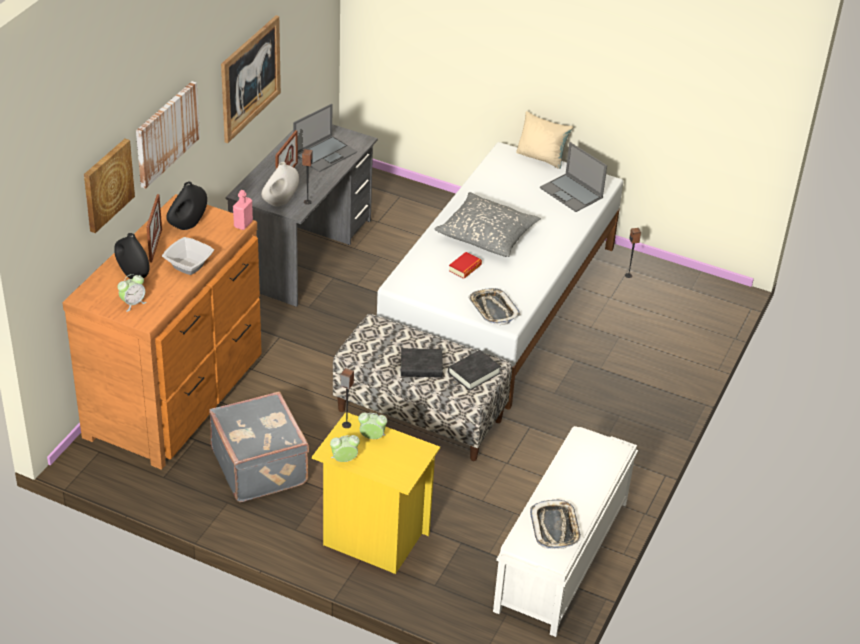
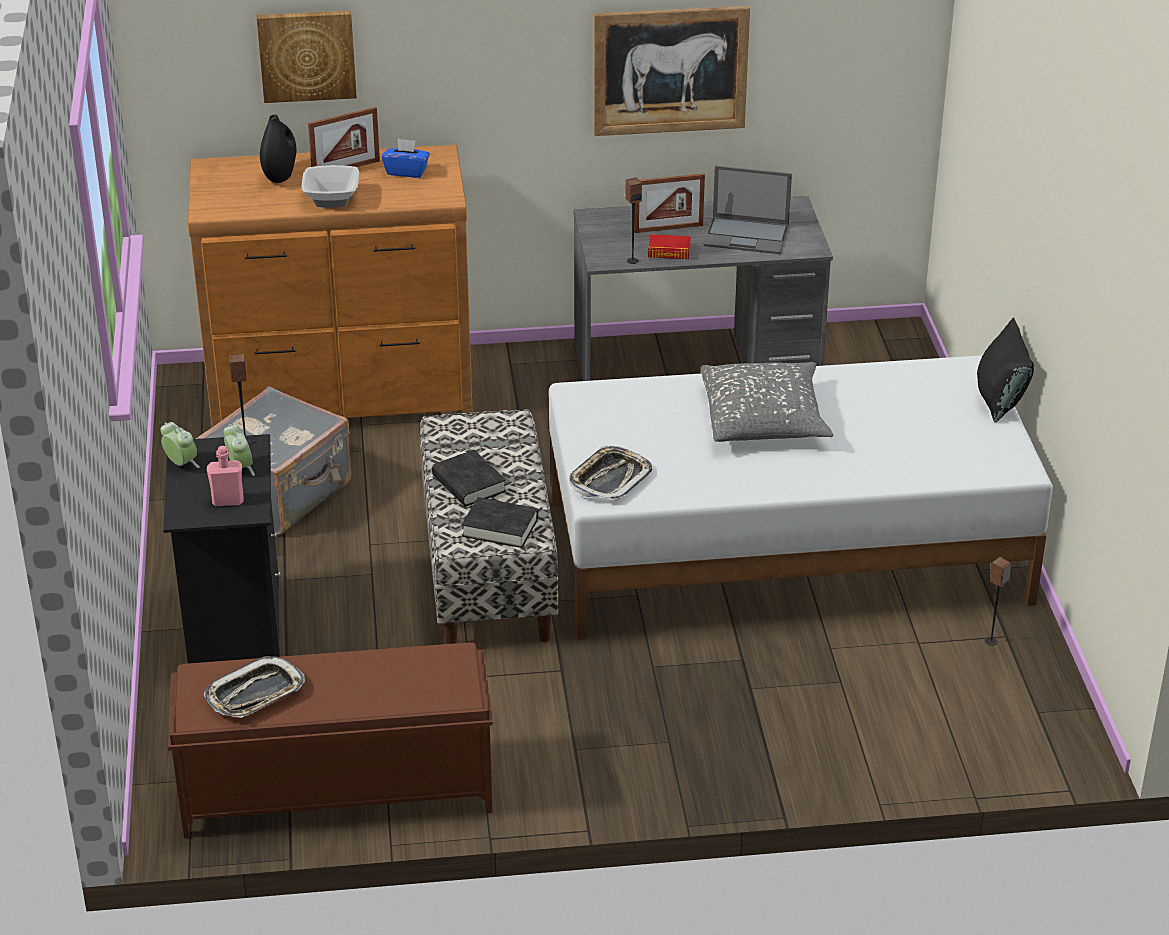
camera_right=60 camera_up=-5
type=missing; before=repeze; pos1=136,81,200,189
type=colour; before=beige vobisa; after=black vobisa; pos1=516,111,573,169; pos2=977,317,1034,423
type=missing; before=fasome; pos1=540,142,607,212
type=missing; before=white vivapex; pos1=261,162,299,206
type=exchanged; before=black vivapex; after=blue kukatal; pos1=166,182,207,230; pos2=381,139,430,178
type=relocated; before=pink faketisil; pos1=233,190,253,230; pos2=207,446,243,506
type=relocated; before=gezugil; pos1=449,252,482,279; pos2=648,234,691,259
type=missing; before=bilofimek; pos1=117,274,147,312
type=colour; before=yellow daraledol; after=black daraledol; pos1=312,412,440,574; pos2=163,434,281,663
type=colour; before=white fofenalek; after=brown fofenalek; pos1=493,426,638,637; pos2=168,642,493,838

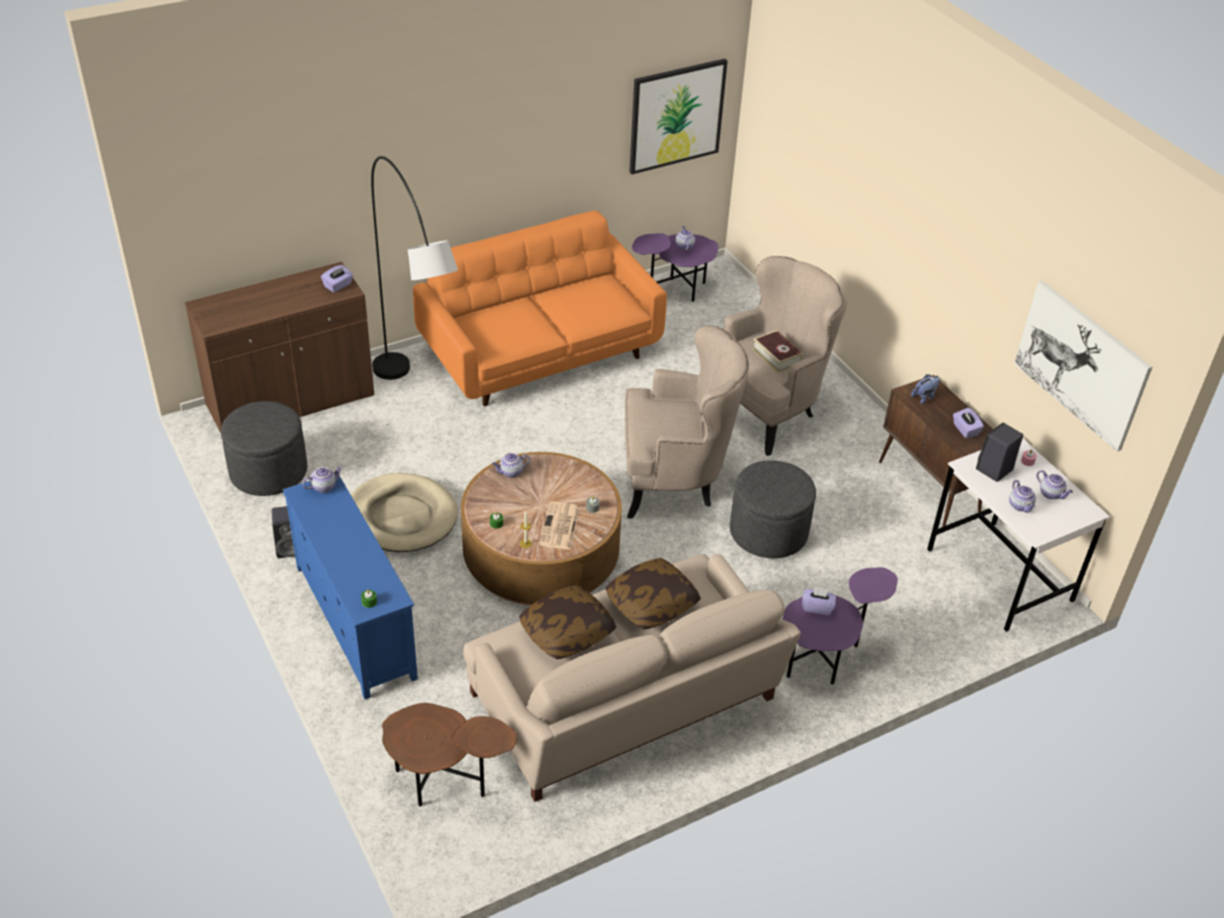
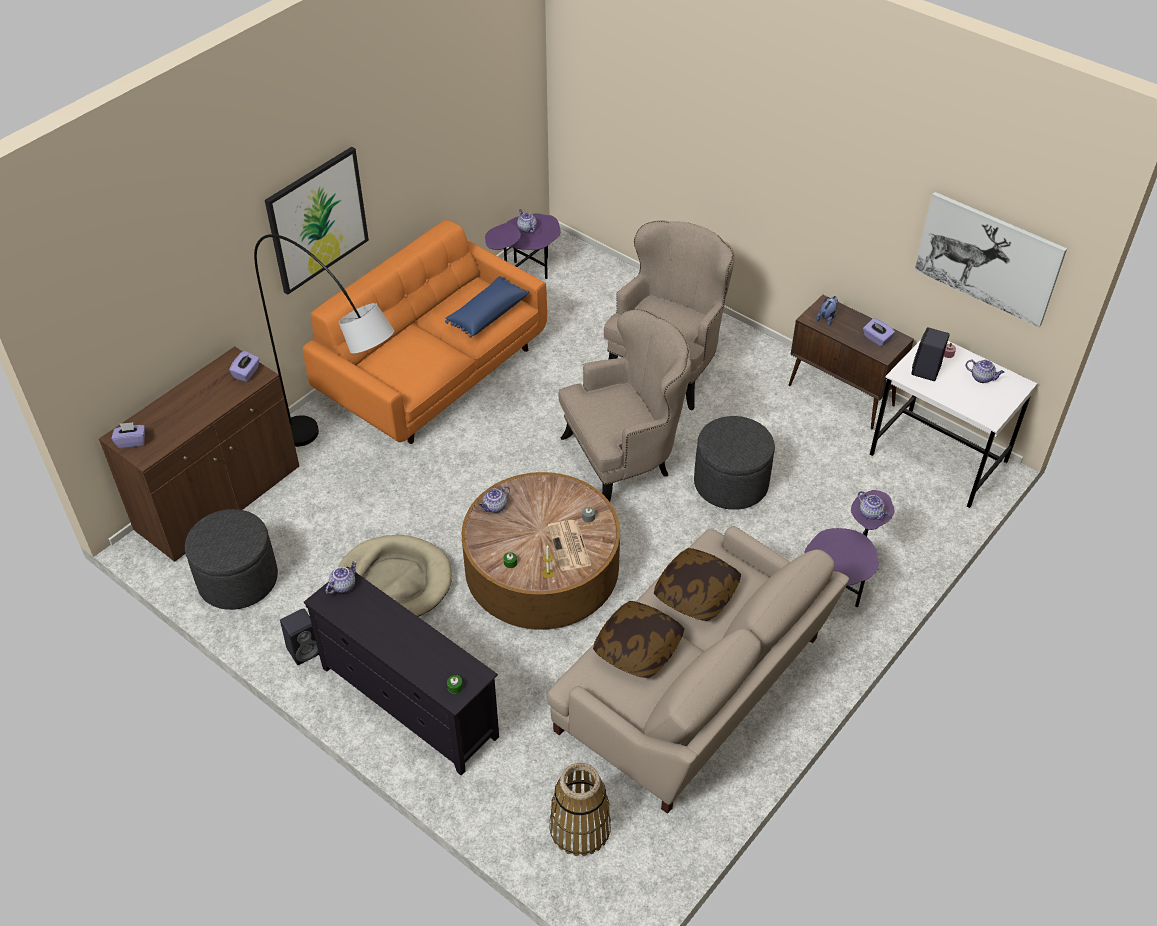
camera_right=-20 camera_up=5
type=relocated; before=repeze; pos1=629,59,727,174; pos2=265,147,369,295
type=missing; before=gezugil; pos1=752,330,803,373
type=colour; before=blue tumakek; after=black tumakek; pos1=283,476,418,699; pos2=304,566,499,775
type=relocated; before=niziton; pos1=1009,480,1036,513; pos2=858,491,889,520
type=relocated; before=purple kukatal; pos1=802,586,836,616; pos2=111,422,145,448
type=exchanged; before=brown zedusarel; after=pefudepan; pos1=382,703,517,807; pos2=549,763,611,856
type=appeared; after=blue vobisa; pos2=445,276,529,338

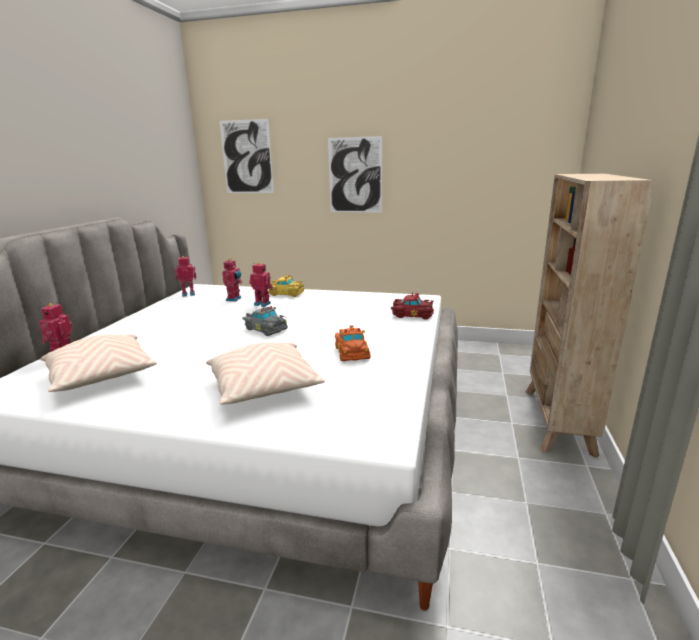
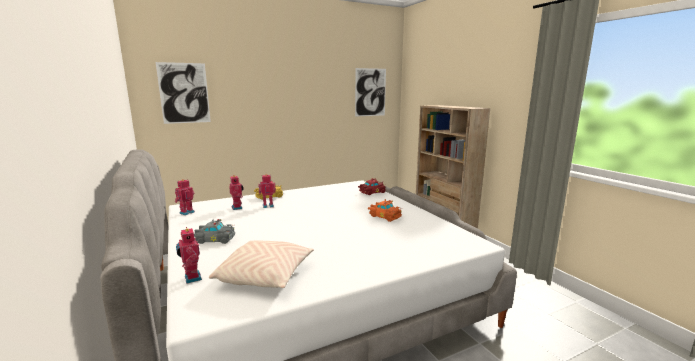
camera_right=-40 camera_up=-5
type=relocated; before=repeze; pos1=328,136,382,212; pos2=355,68,386,117
type=relocated; before=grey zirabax; pos1=242,305,288,336; pos2=194,219,235,244
type=missing; before=beige vobisa; pos1=206,343,325,404

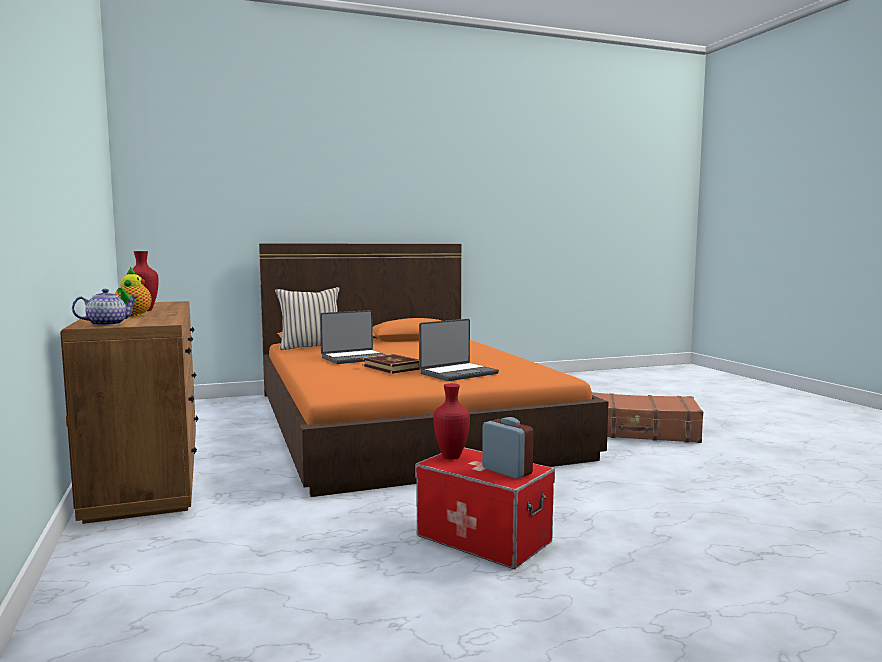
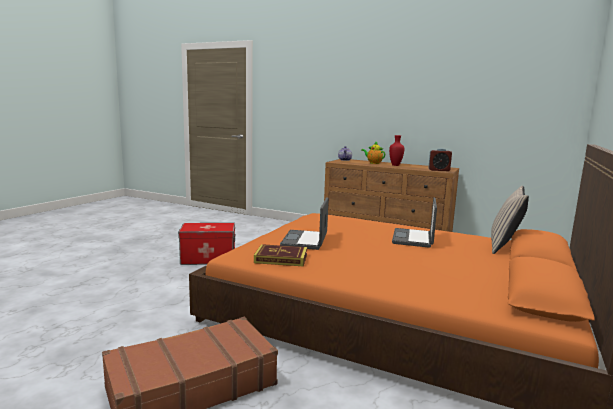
camera_right=135 camera_up=5
type=relocated; before=gezugil; pos1=362,354,420,374; pos2=254,244,307,266
type=missing; before=red vivapex; pos1=433,383,470,459
type=relocated; before=bilofimek; pos1=482,417,533,479; pos2=428,148,452,171

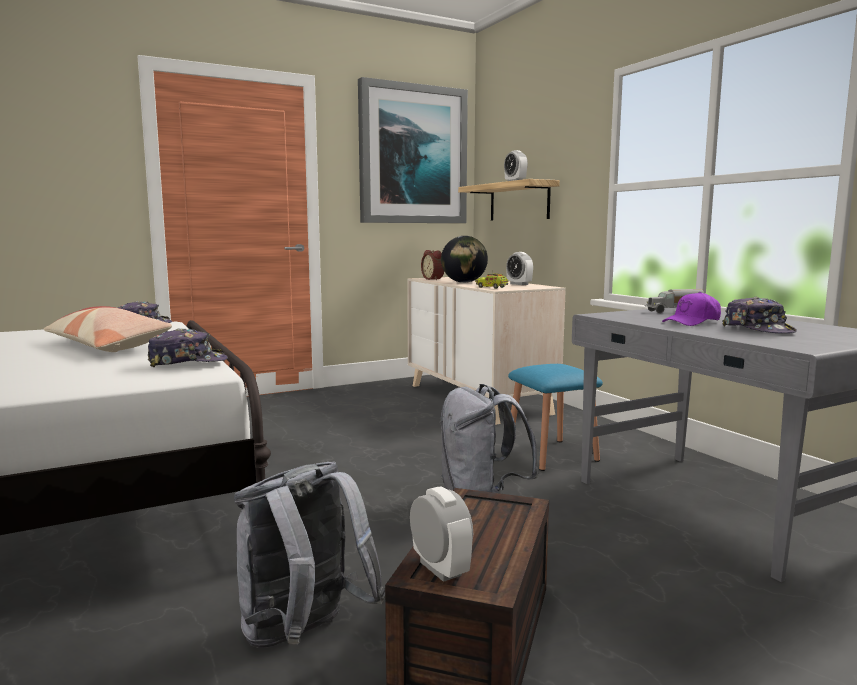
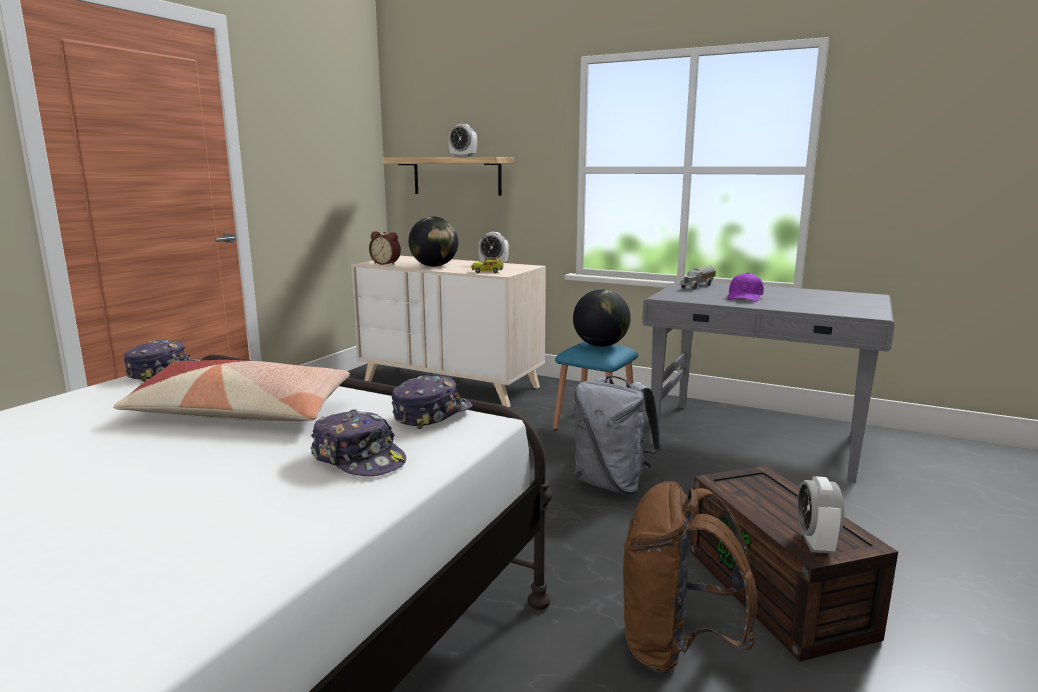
camera_right=-35 camera_up=5
type=missing; before=repeze; pos1=358,77,468,223
type=relocated; before=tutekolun; pos1=722,297,797,333; pos2=311,409,406,476
type=colour; before=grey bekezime; after=brown bekezime; pos1=234,462,385,648; pos2=623,481,757,674
type=spun; before=bilofimek; pos1=410,486,473,582; pos2=797,476,844,553; turn=-105
type=appeared; after=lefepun; pos2=573,290,631,347

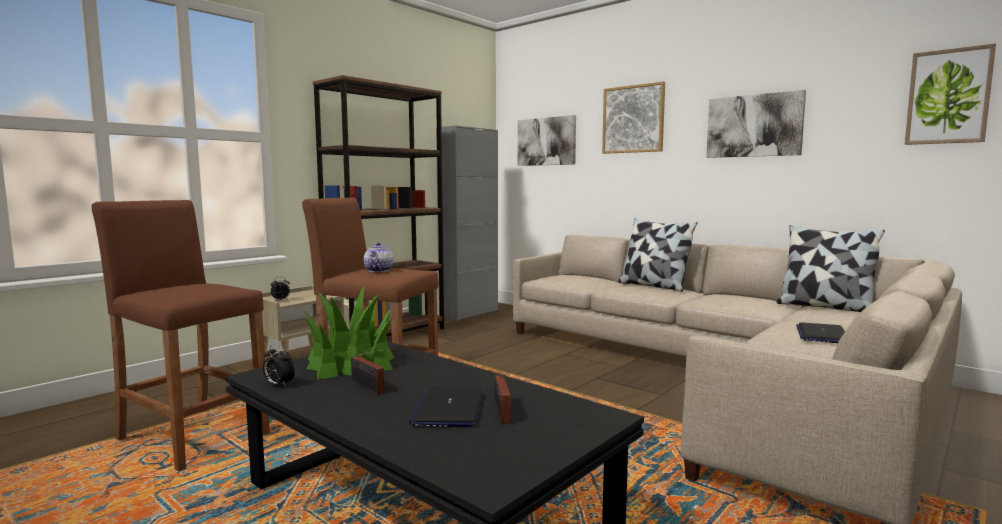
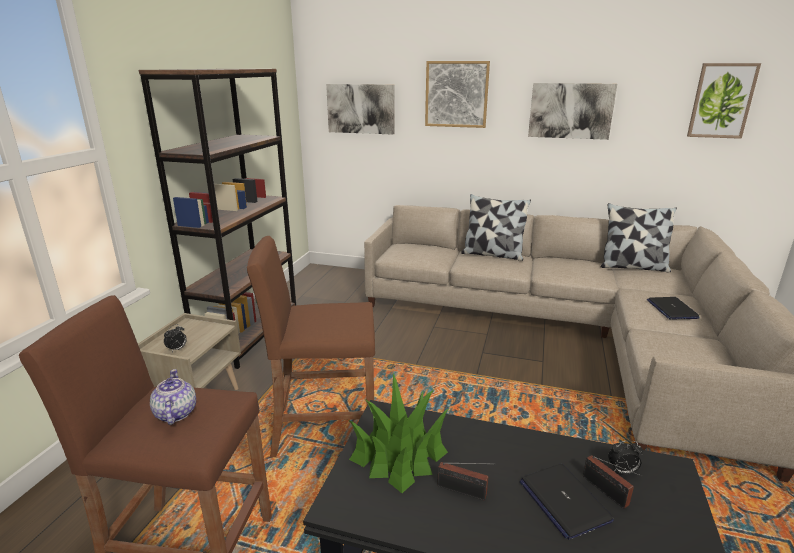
camera_right=-25 camera_up=15
type=missing; before=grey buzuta; pos1=436,125,498,321
type=relocated; before=niziton; pos1=364,242,394,272; pos2=150,369,196,425
type=relocated; before=bilofimek; pos1=263,344,295,387; pos2=608,441,643,474

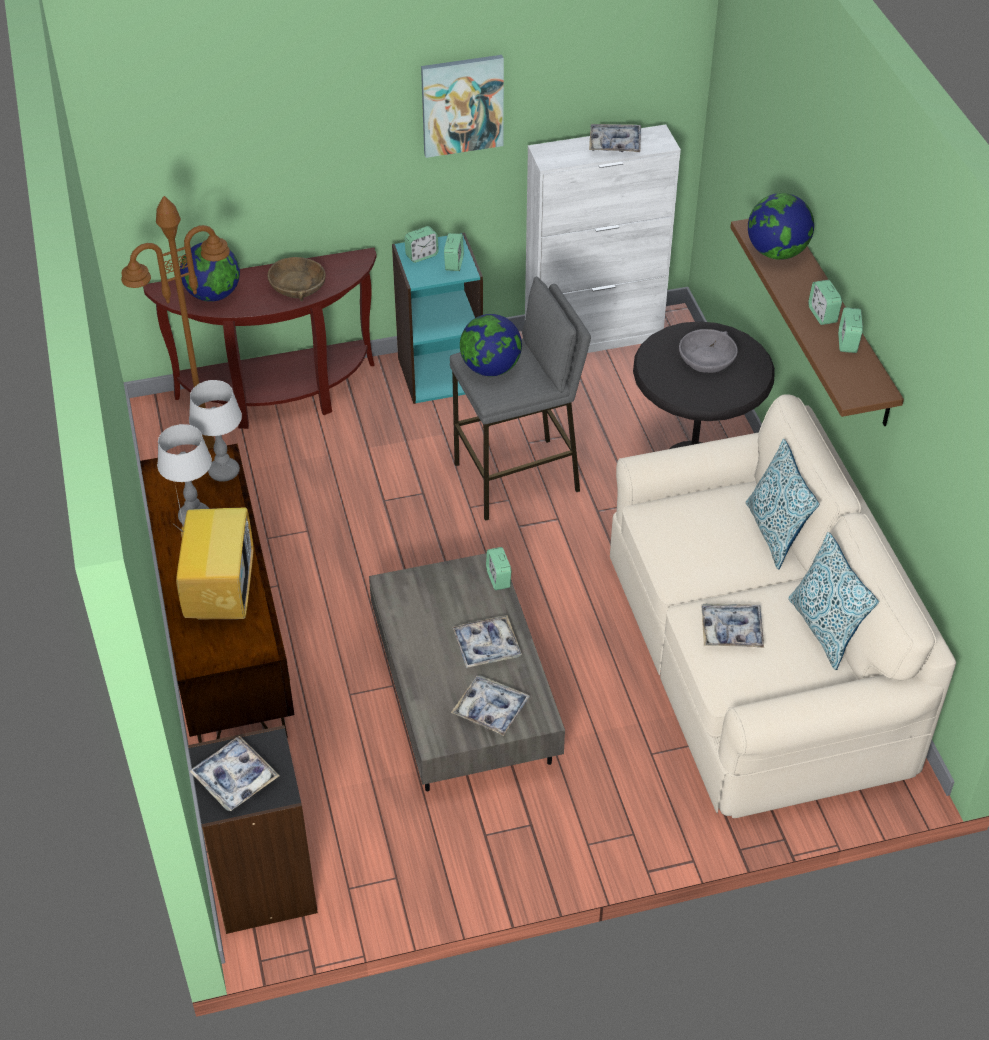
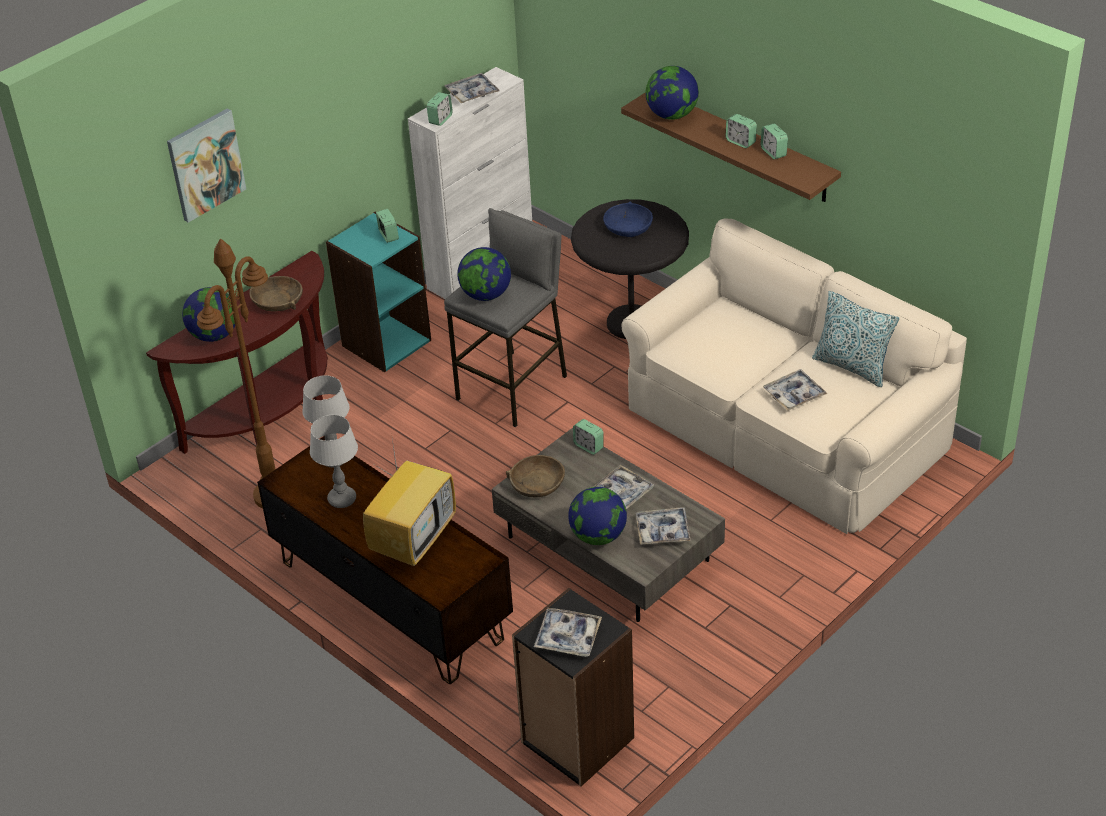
camera_right=-30 camera_up=-5
type=relocated; before=repeze; pos1=421,55,504,158; pos2=167,108,246,223
type=relocated; before=bilofimek; pos1=405,226,439,263; pos2=427,92,453,126
type=colour; before=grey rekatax; after=blue rekatax; pos1=679,329,738,373; pos2=603,201,653,237
type=missing; before=vobisa; pos1=746,439,819,570
type=spun; before=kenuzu; pos1=171,485,254,620; pos2=363,432,456,566; turn=60
type=appeared; after=brown rekatax; pos2=506,455,565,497
type=appeared; after=lefepun; pos2=568,487,627,545

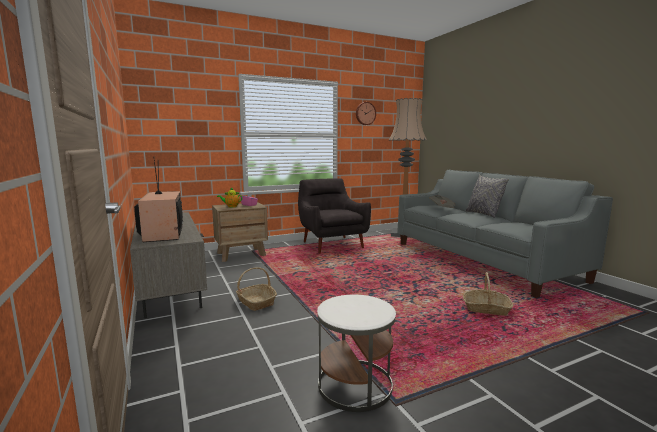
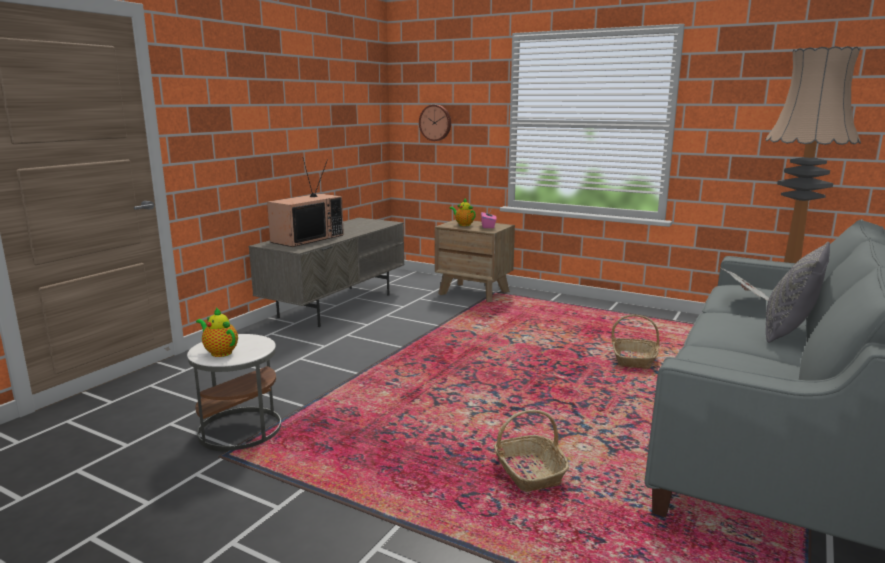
camera_right=55 camera_up=5
type=relocated; before=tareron; pos1=356,102,376,125; pos2=419,105,451,141
type=missing; before=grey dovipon; pos1=298,178,371,253
type=relocated; before=pefudepan; pos1=236,267,277,311; pos2=611,315,660,369
type=appeared; after=niziton; pos2=196,307,238,357

